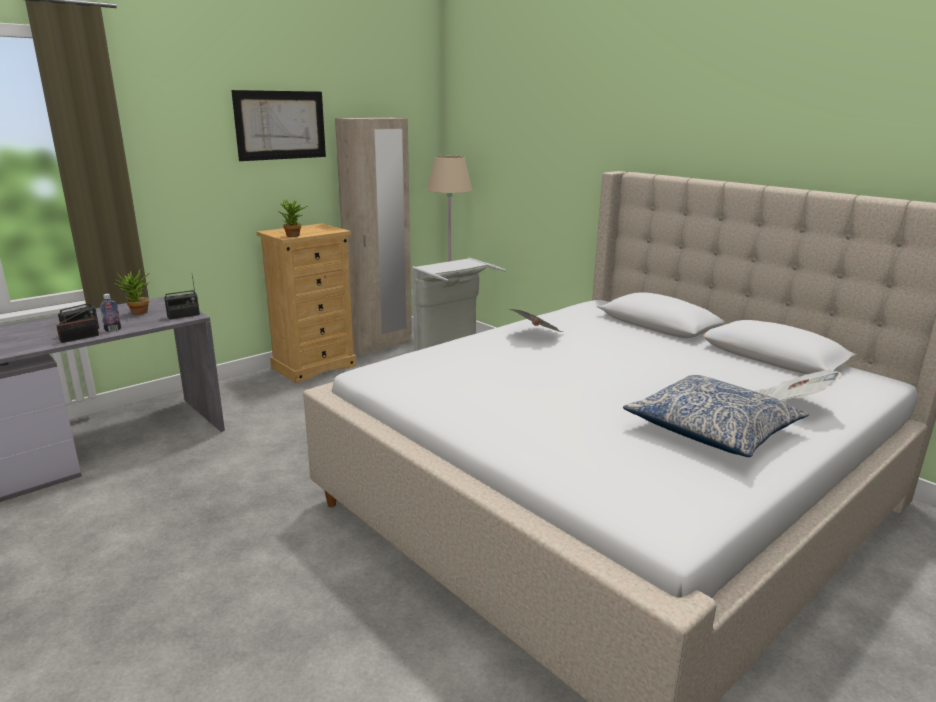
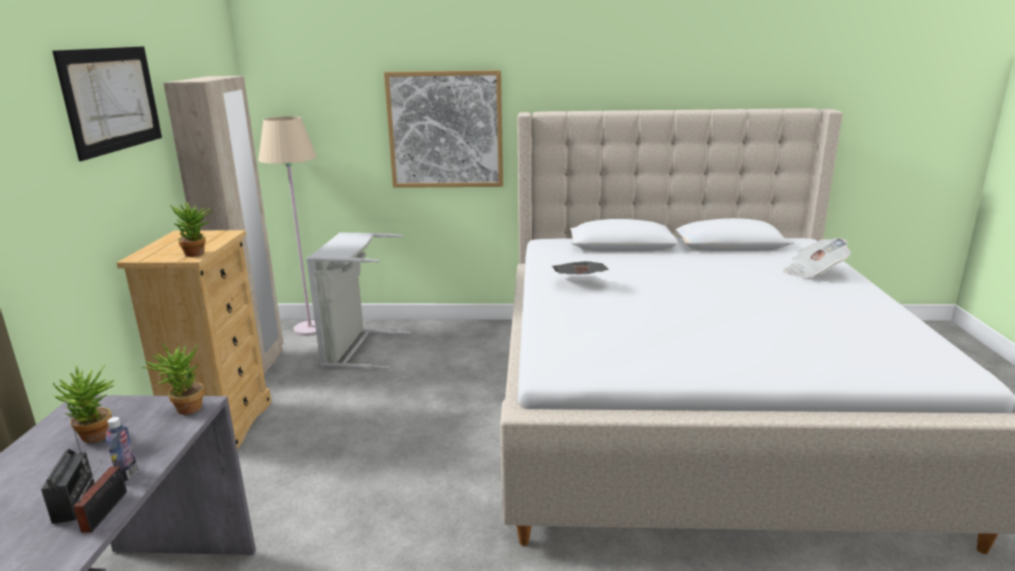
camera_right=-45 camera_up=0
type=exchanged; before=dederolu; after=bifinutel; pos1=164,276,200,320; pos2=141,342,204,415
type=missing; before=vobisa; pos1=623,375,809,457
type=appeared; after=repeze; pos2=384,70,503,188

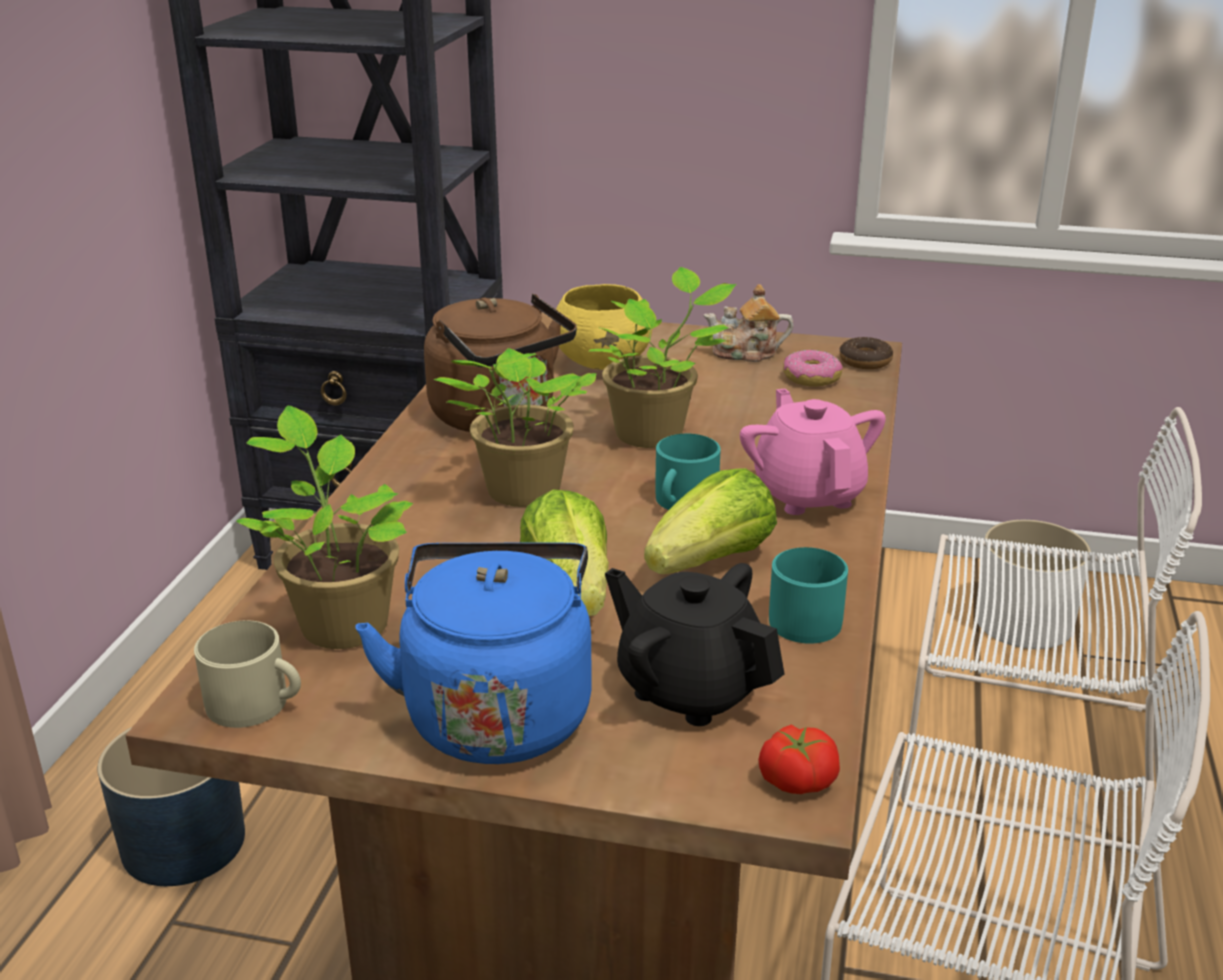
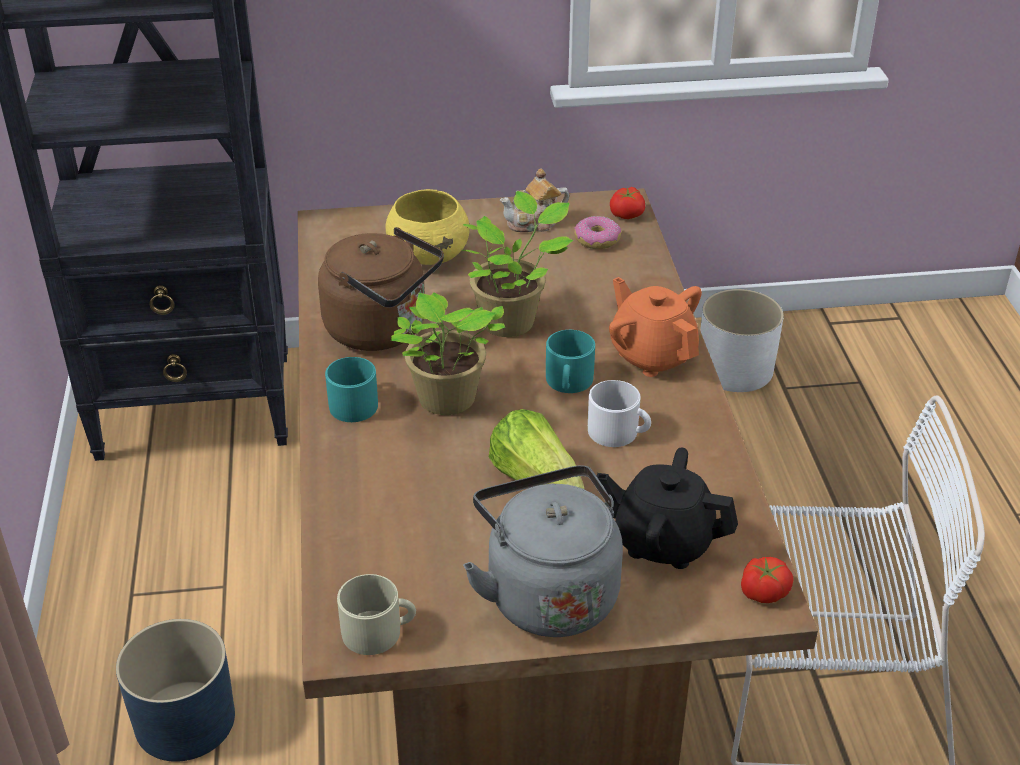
camera_right=-20 camera_up=10
type=exchanged; before=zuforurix; after=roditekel; pos1=840,337,893,369; pos2=610,187,645,219
type=colour; before=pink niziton; after=orange niziton; pos1=740,388,886,515; pos2=609,277,702,377
type=missing; before=bifinutel; pos1=236,405,414,649
type=missing; before=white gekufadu; pos1=901,407,1202,854
type=exchanged; before=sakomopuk; after=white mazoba; pos1=644,468,777,574; pos2=588,380,651,447
type=colour; before=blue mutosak; after=grey mutosak; pos1=355,543,592,764; pos2=463,465,623,637
type=relocated; before=turquoise mazoba; pos1=769,547,848,644; pos2=325,357,378,422

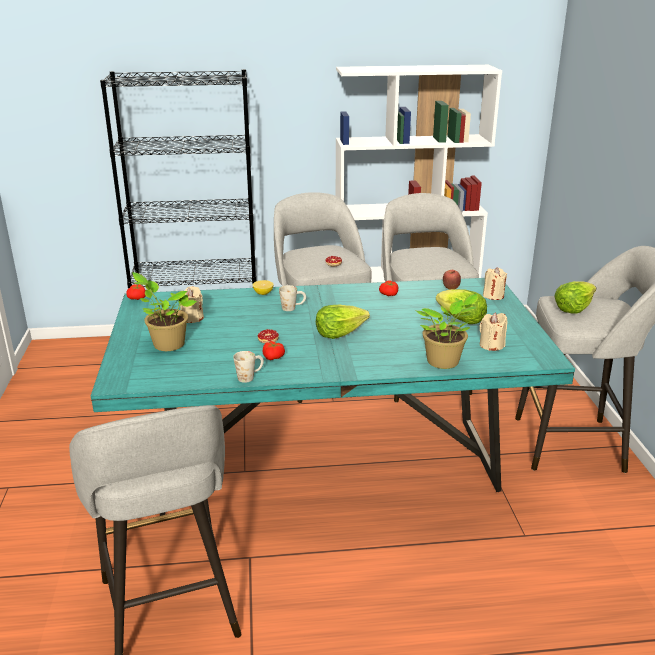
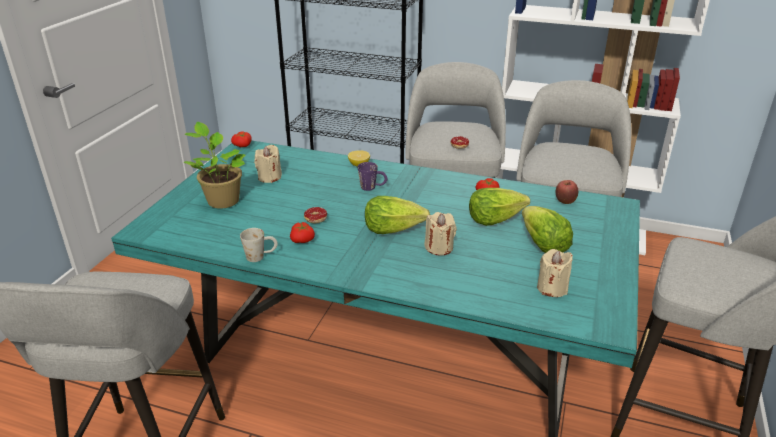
camera_right=25 camera_up=5
type=relocated; before=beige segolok; pos1=483,267,507,300; pos2=425,212,457,256
type=relocated; before=sakomopuk; pos1=555,281,596,314; pos2=469,188,530,226
type=colour; before=white mazoba; after=purple mazoba; pos1=279,285,306,311; pos2=358,162,387,191
type=missing; before=bifinutel; pos1=416,294,478,369

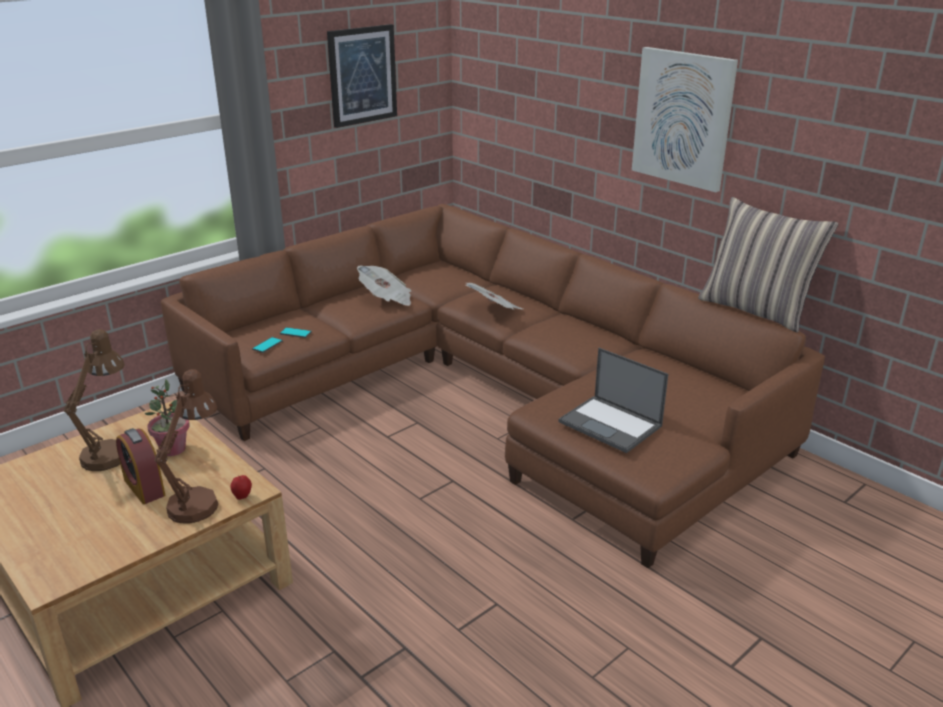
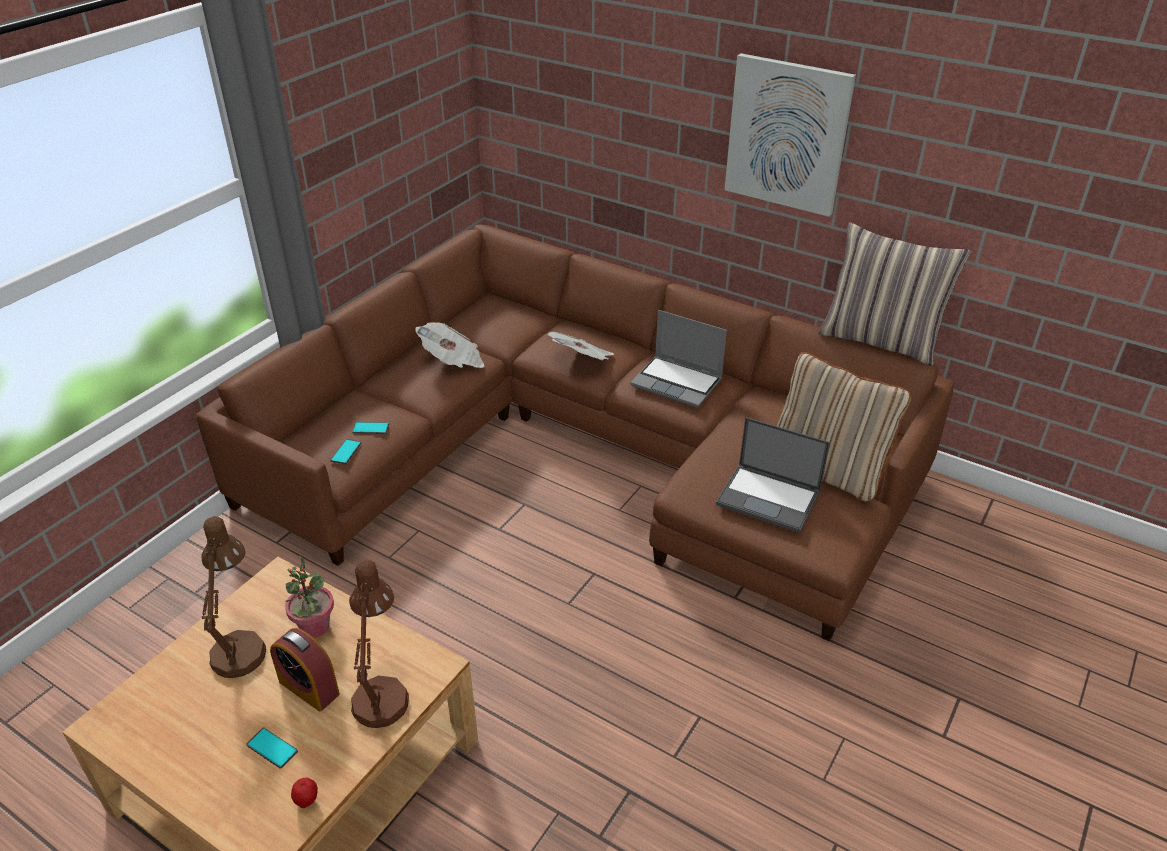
camera_right=-15 camera_up=10
type=missing; before=repeze; pos1=327,24,397,128
type=relocated; before=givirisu; pos1=230,475,252,500; pos2=291,778,318,808
type=appeared; after=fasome; pos2=630,310,727,408
type=appeared; after=beige vobisa; pos2=777,352,912,502
type=appeared; after=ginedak; pos2=246,727,298,769

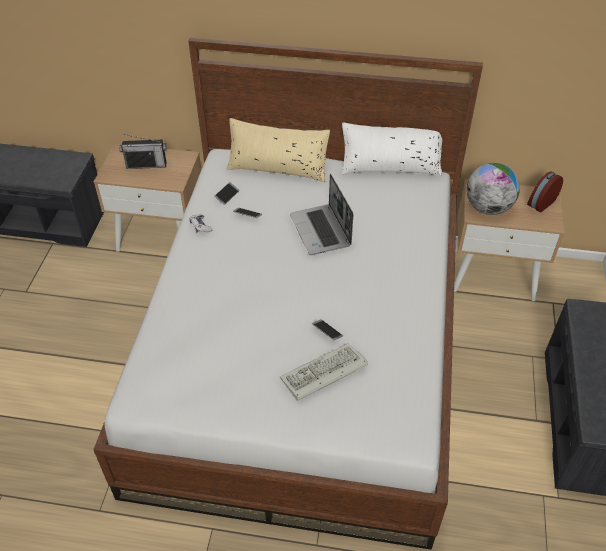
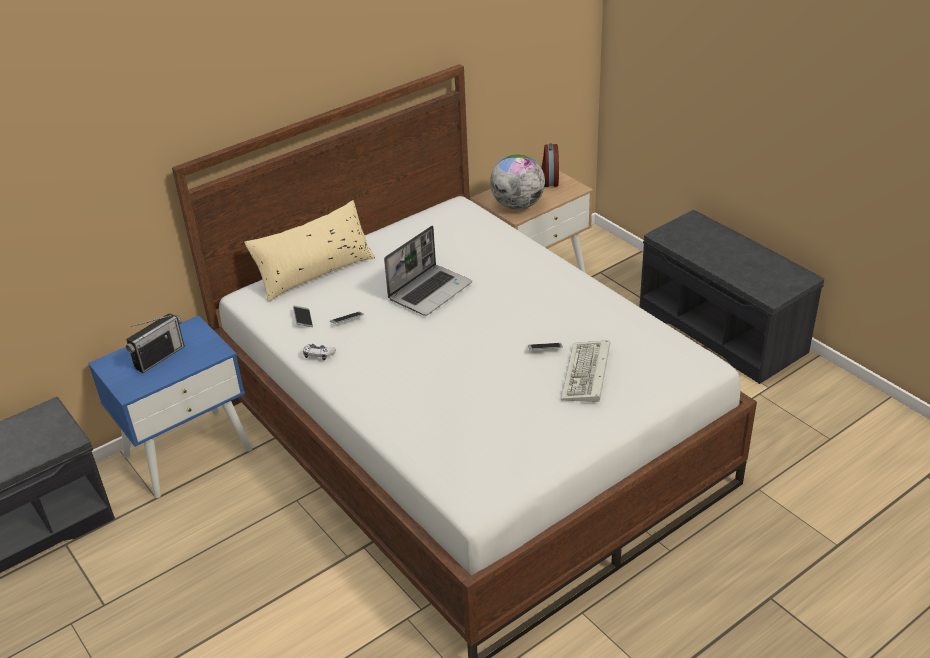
camera_right=-45 camera_up=-10
type=missing; before=white vobisa; pos1=341,122,442,176
type=colour; before=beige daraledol; after=blue daraledol; pos1=94,143,201,252; pos2=88,315,252,498
type=spun; before=fasome; pos1=290,174,353,255; pos2=384,226,472,316; turn=-75

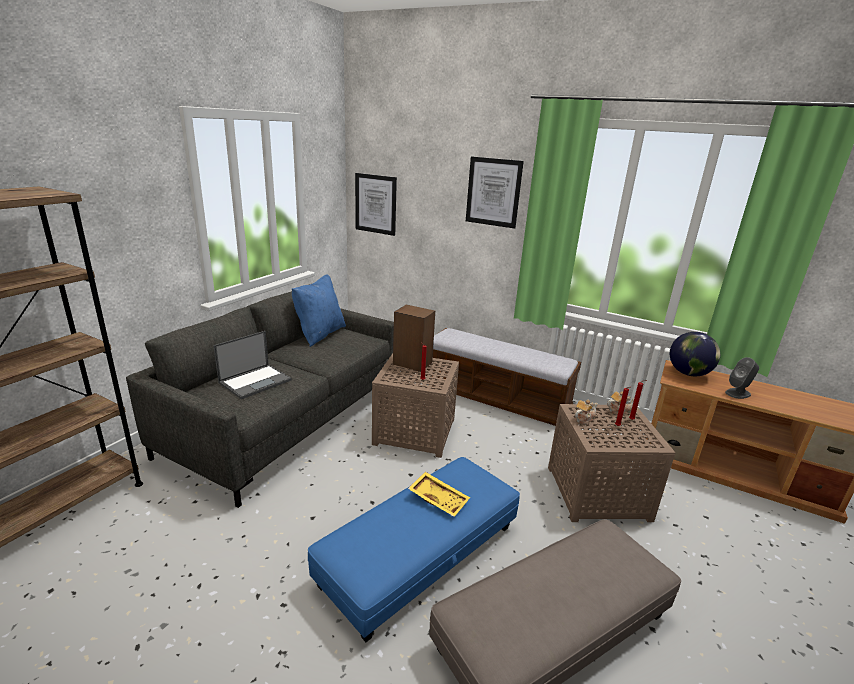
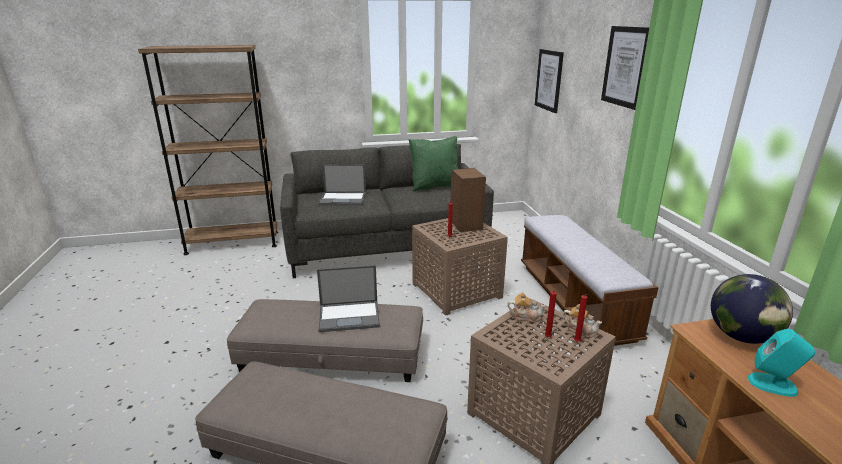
camera_right=50 camera_up=0
type=colour; before=blue vobisa; after=green vobisa; pos1=292,275,346,347; pos2=409,136,458,191
type=colour; before=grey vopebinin; after=turquoise vopebinin; pos1=725,357,759,399; pos2=748,329,815,397
type=colour; before=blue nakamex; after=grey nakamex; pos1=308,457,520,642; pos2=227,299,423,382
type=exchanged; before=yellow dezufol; after=fasome; pos1=408,472,470,517; pos2=317,265,380,332

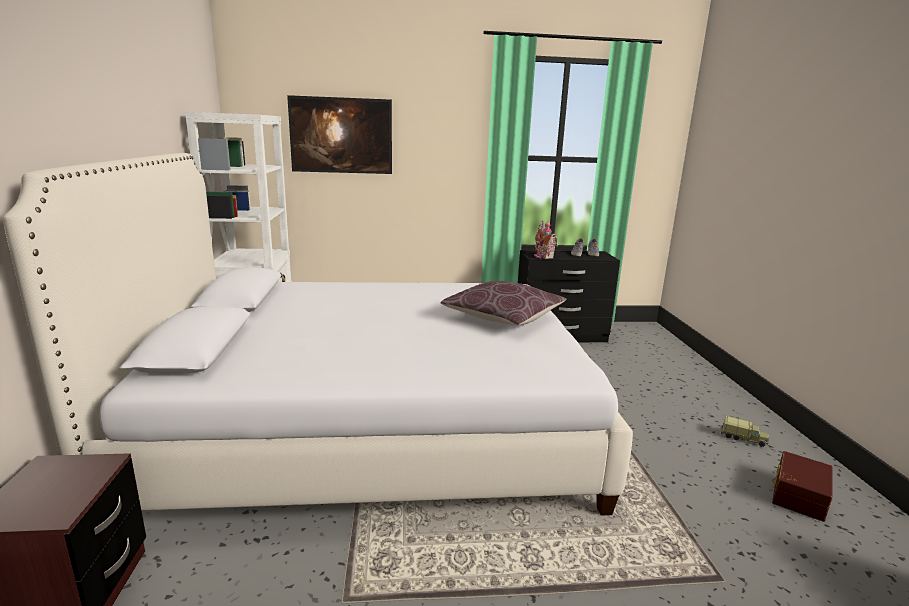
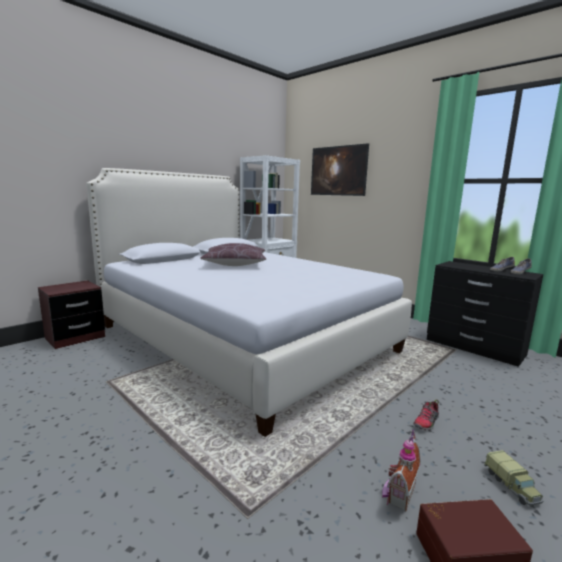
camera_right=50 camera_up=-5
type=relocated; before=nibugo; pos1=534,220,558,259; pos2=382,429,421,511
type=relocated; before=brown vobisa; pos1=440,281,566,326; pos2=200,243,266,266
type=appeared; after=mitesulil; pos2=413,400,439,430

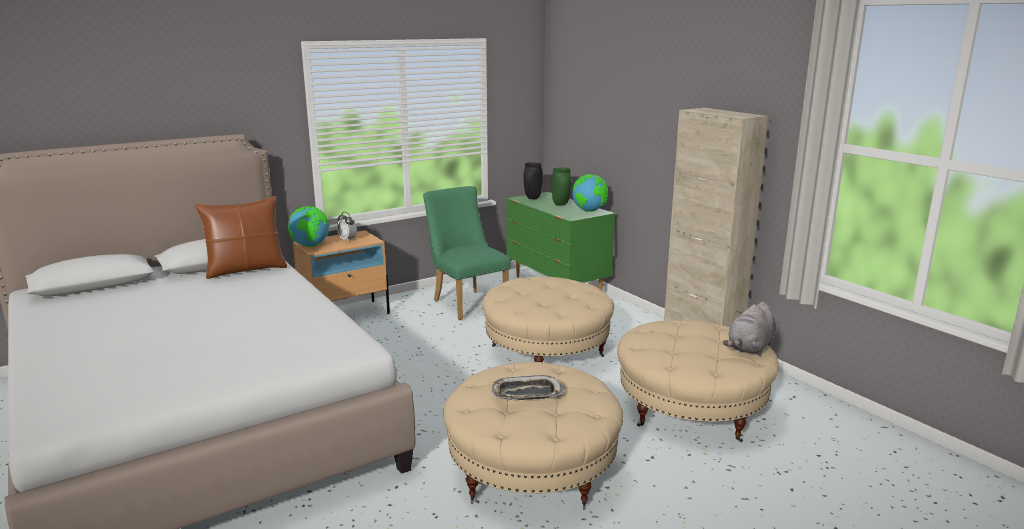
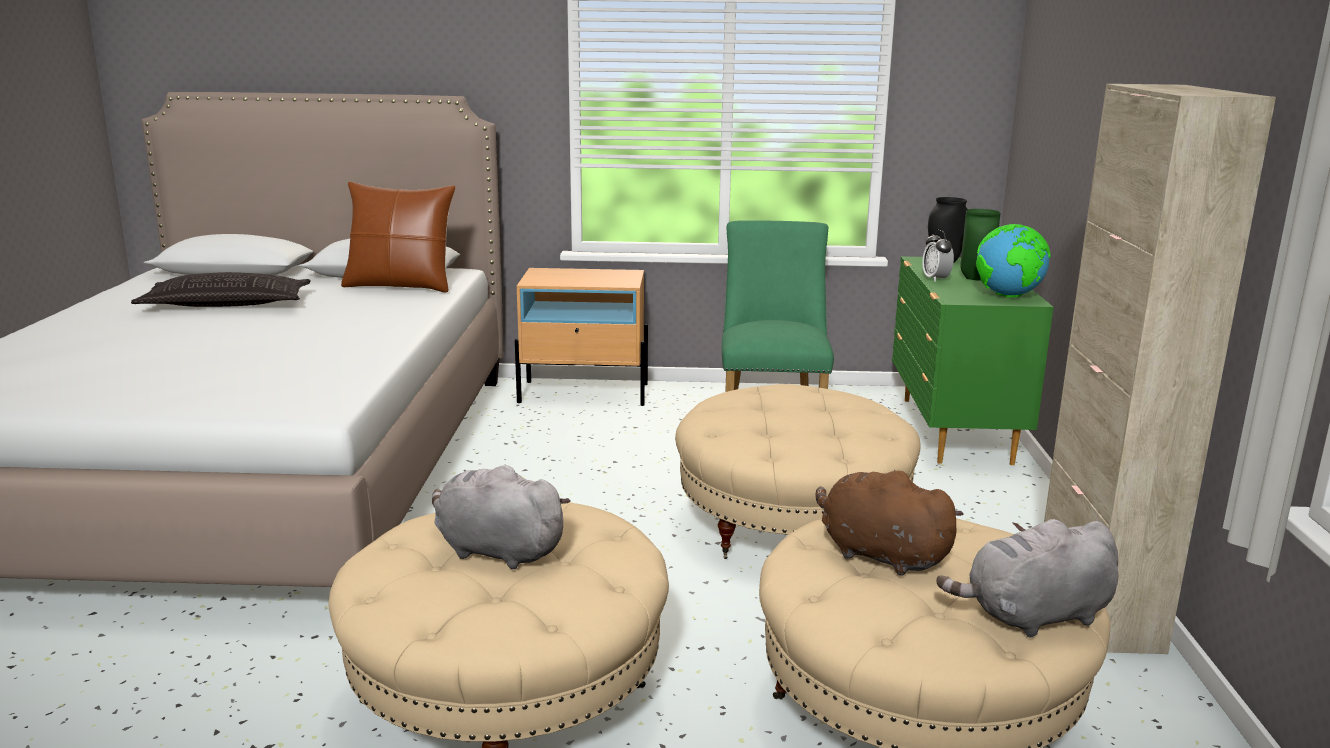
camera_right=35 camera_up=0
type=missing; before=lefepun; pos1=288,206,330,247
type=relocated; before=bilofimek; pos1=337,212,357,242; pos2=922,230,954,282
type=exchanged; before=dezufol; after=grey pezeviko; pos1=492,375,564,400; pos2=432,465,571,569
type=appeared; after=vobisa; pos2=131,272,311,307
type=appeared; after=brown pezeviko; pos2=816,470,964,575

